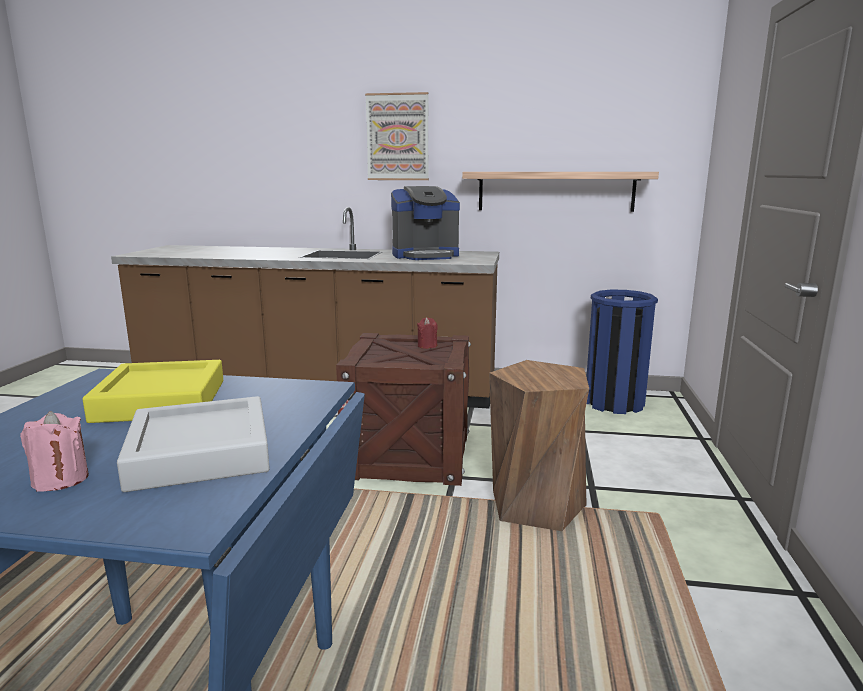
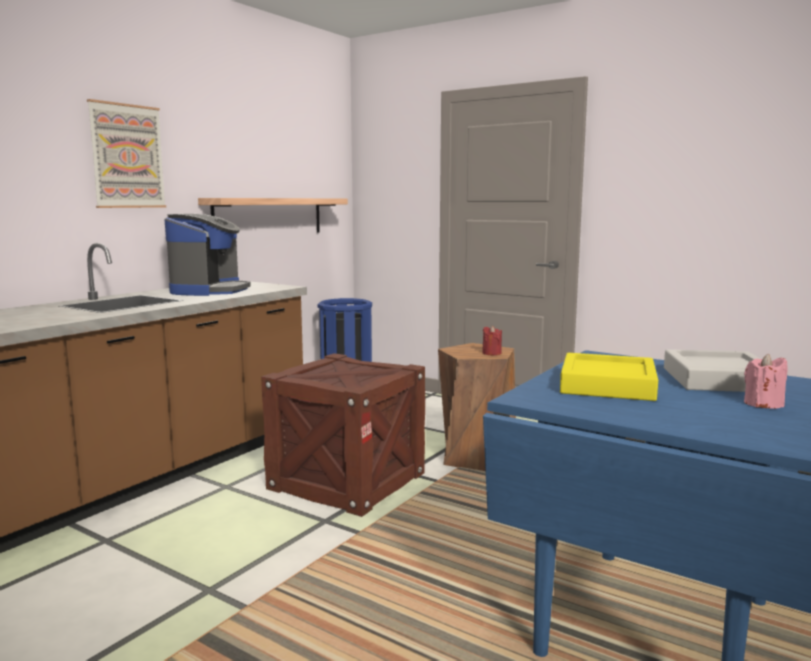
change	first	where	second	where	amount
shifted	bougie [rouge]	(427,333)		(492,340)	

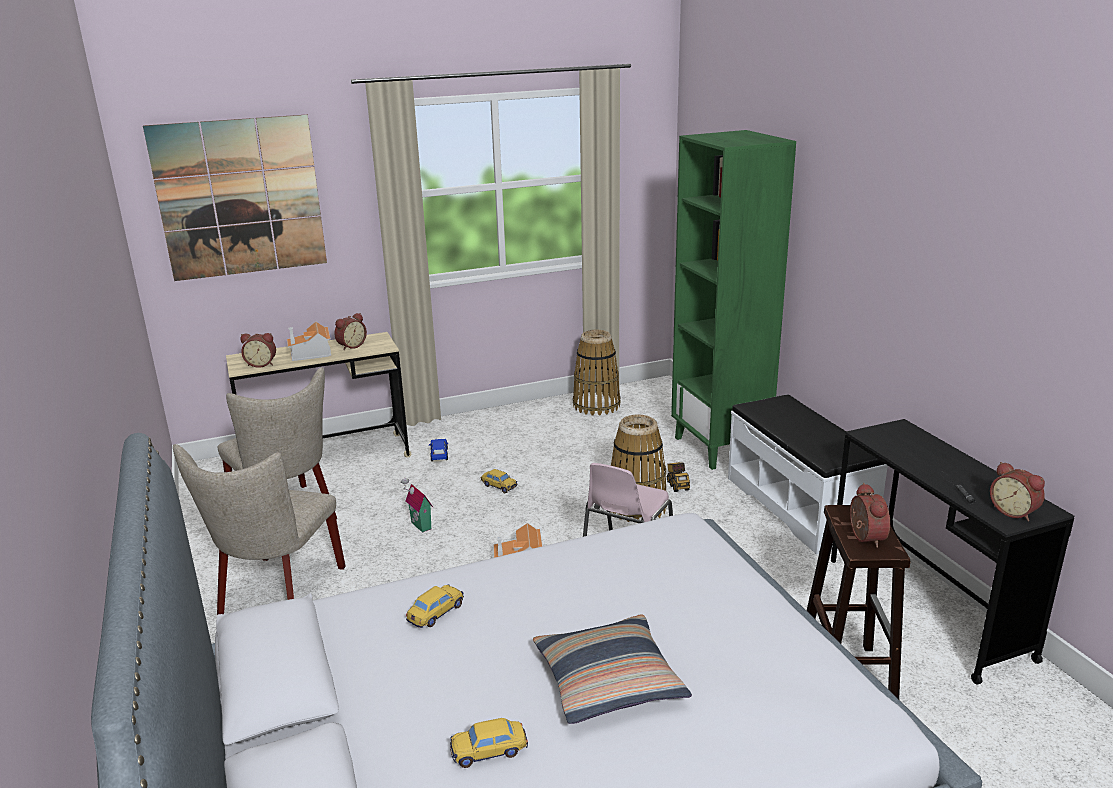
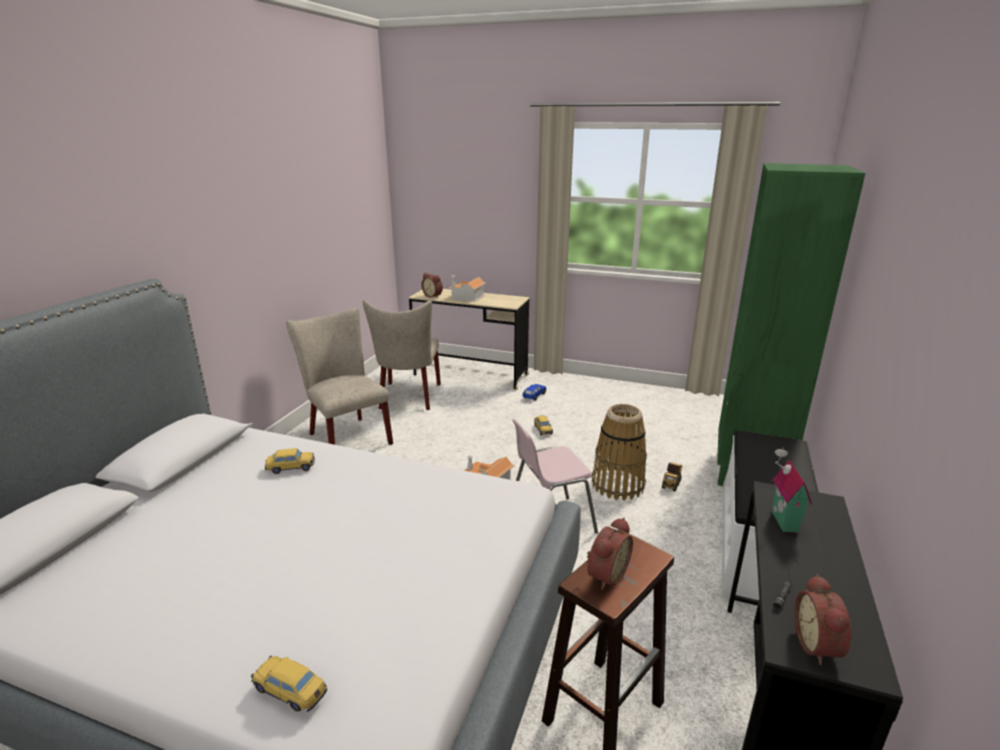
change	first	where	second	where	amount
gone	tableau	(235,197)			
gone	réveil	(350,331)			
gone	coussin	(612,669)			
gone	panier	(596,373)			
shifted	maison miniature	(417,505)		(792,490)	
shifted	petite voiture	(489,743)		(289,684)	
rotated	chaise [beige]	(259,529)		(339,376)	90 degrees clockwise

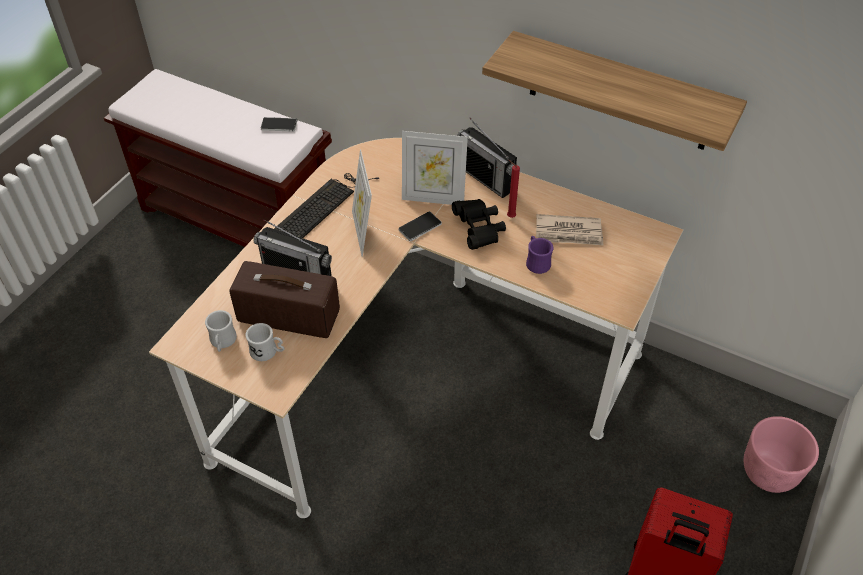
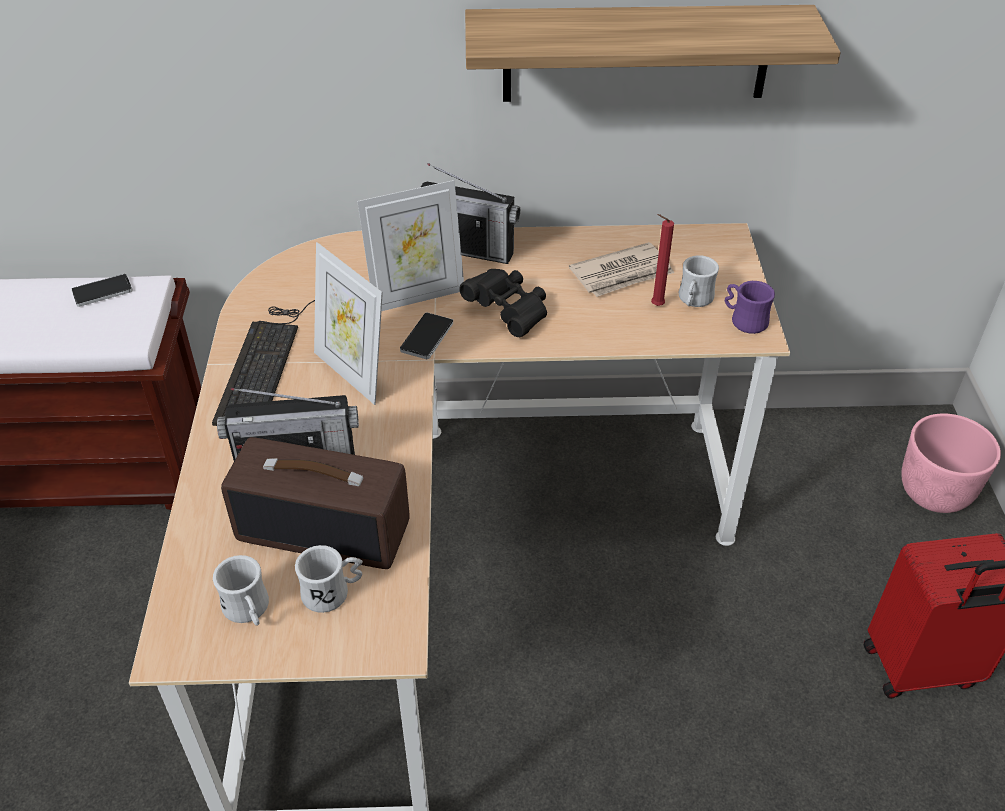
change	first	where	second	where	amount
new			mug [blanc]	(699,281)	
shifted	bougie [rouge]	(513,189)		(662,260)	
shifted	mug [violet]	(539,255)		(750,307)	
rotated	radio	(285,299)		(315,503)	150 degrees counterclockwise

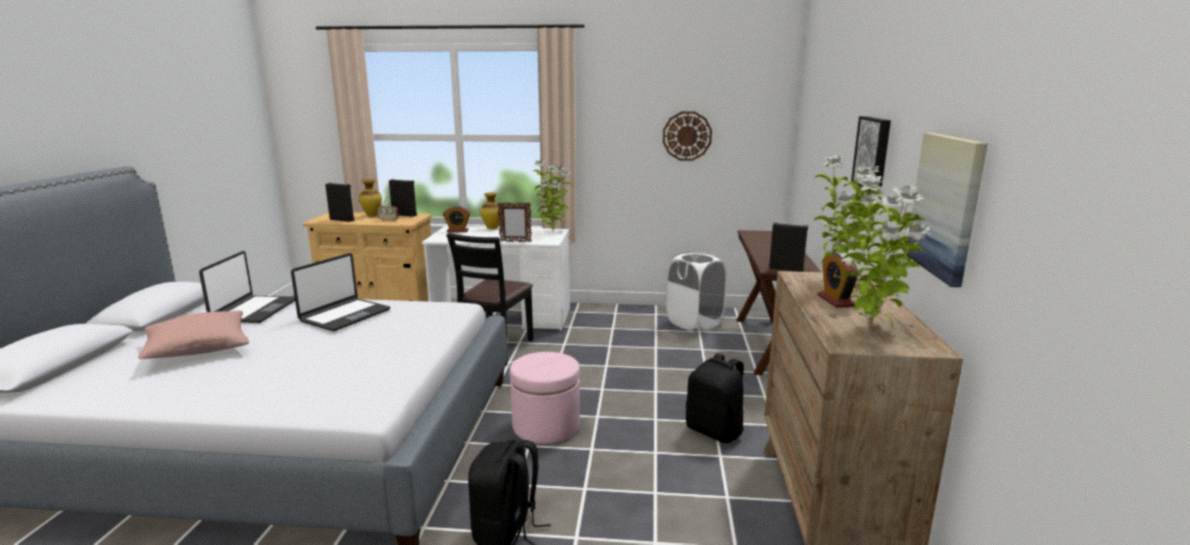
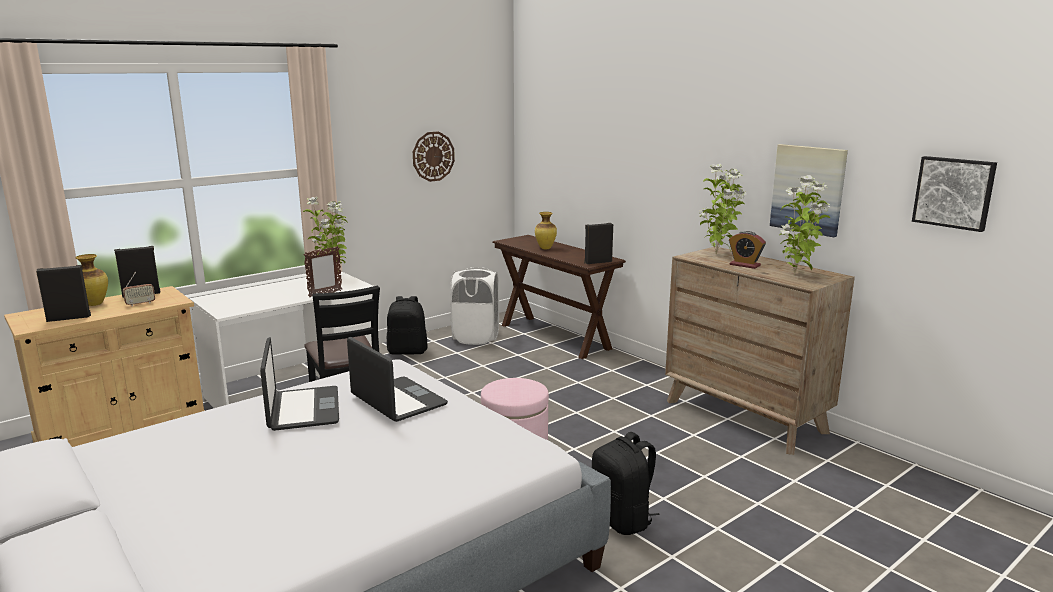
change	first	where	second	where	amount
gone	coussin [rose]	(193,334)			
gone	réveil	(456,219)			
shifted	ordinateur portable	(247,287)		(397,379)	
shifted	vase	(491,211)		(546,230)	
shifted	sac à dos [noir]	(715,398)		(407,325)	
shifted	tableau	(871,155)		(954,194)	

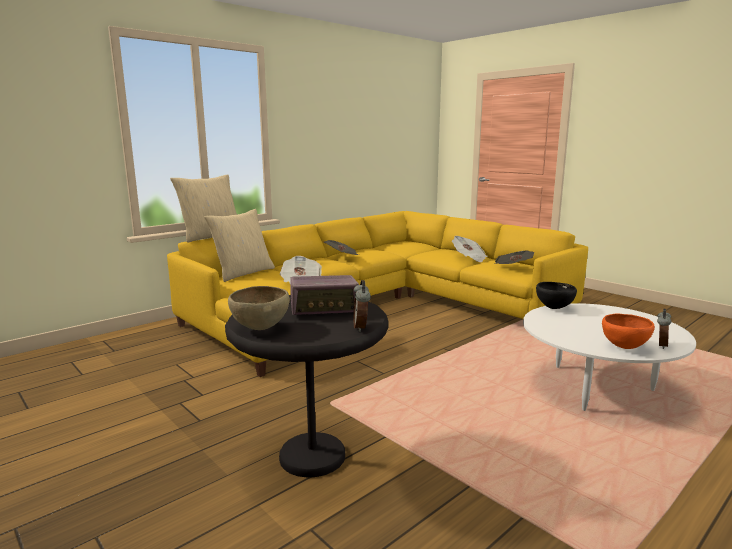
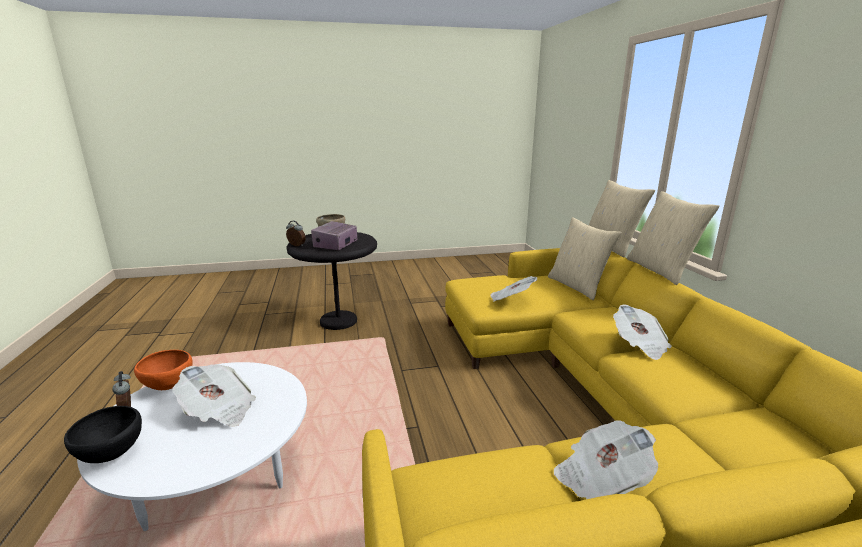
change	first	where	second	where	amount
new			coussin [beige]	(673,238)	
shifted	journal	(514,257)		(214,395)	
shifted	bol [noir]	(556,295)		(103,434)	

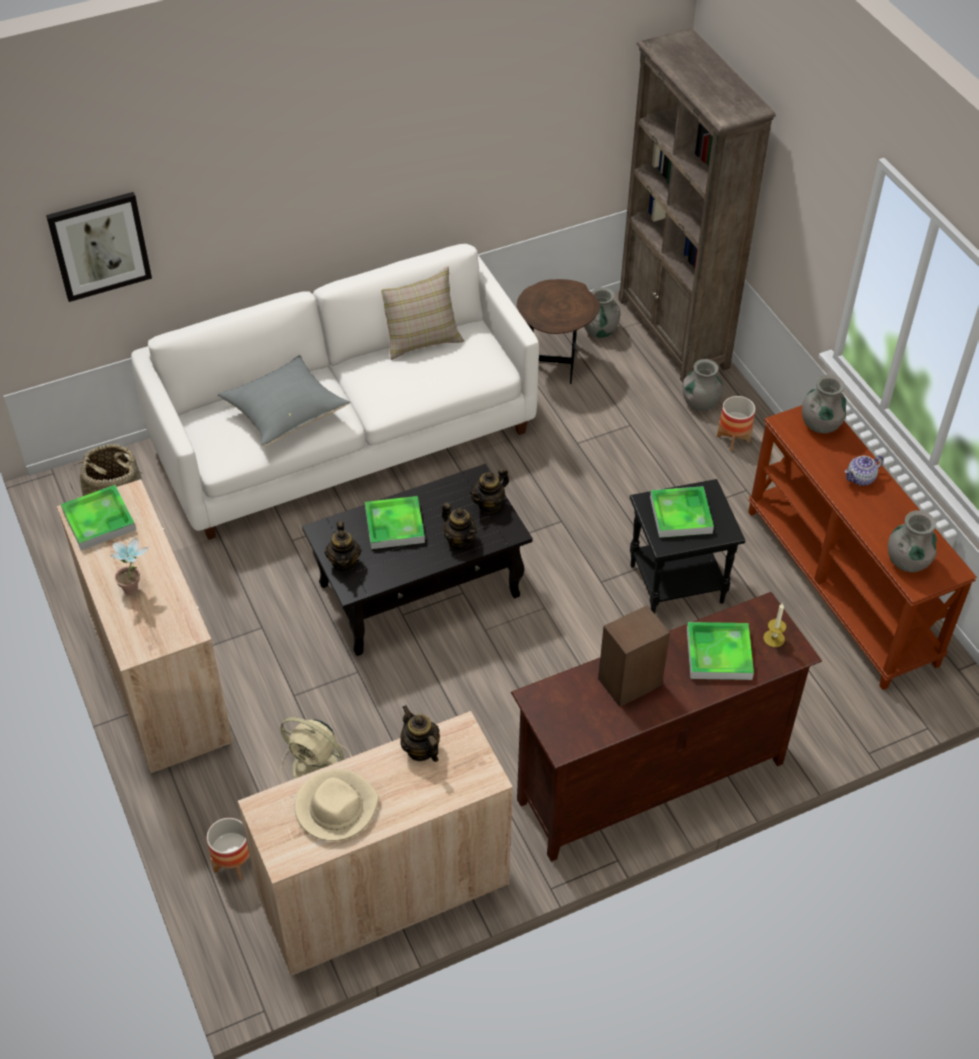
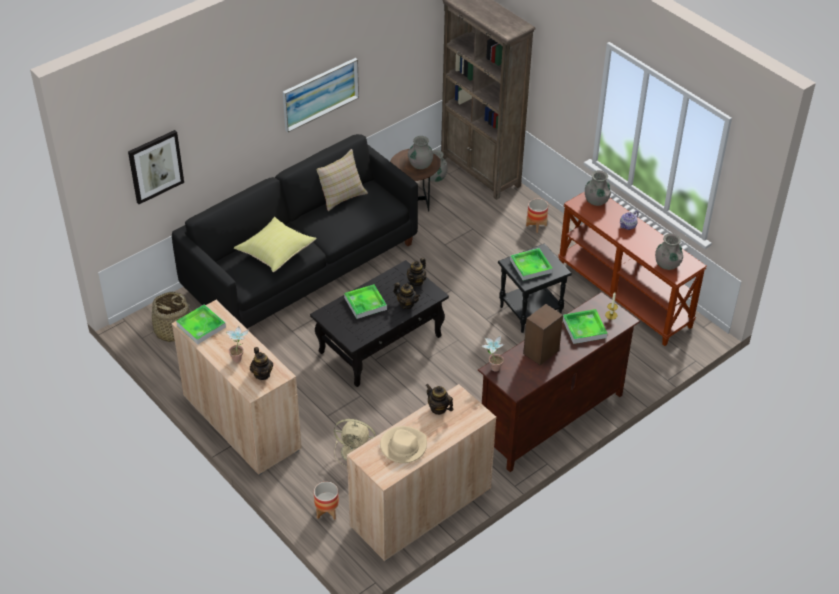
change	first	where	second	where	amount
new			tableau	(321,95)	
new			plante en pot	(492,353)	
shifted	théière	(343,546)		(261,363)	
shifted	vase [gris]	(702,385)		(420,152)	
repainted	canapé [blanc]	(335,392)	canapé [noir]	(295,231)	
repainted	coussin [gris]	(284,400)	coussin [jaune]	(275,244)	

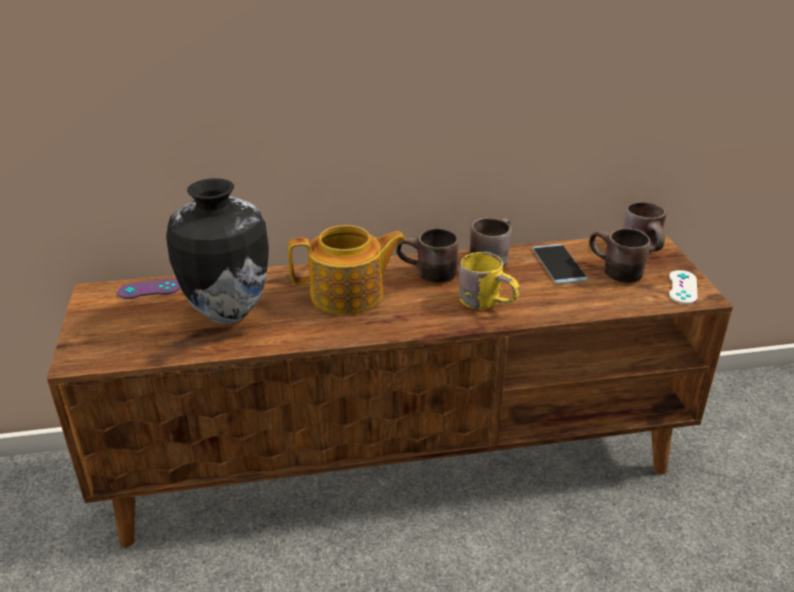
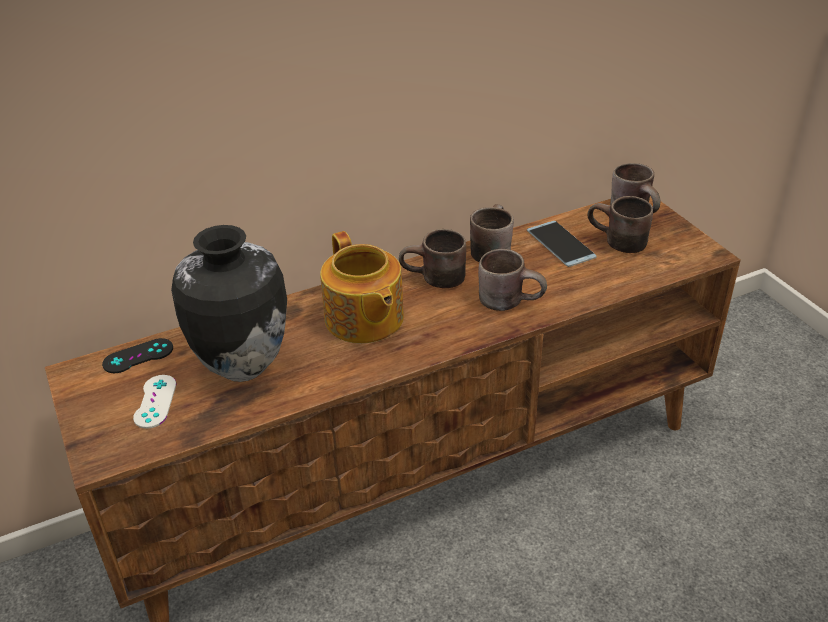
change	first	where	second	where	amount
shifted	manette [blanc]	(683,287)		(154,402)	
repainted	manette [violet]	(148,289)	manette [noir]	(137,355)	
repainted	mug [jaune]	(489,280)	mug [marron]	(512,280)	
rotated	théière	(347,270)		(362,287)	90 degrees clockwise

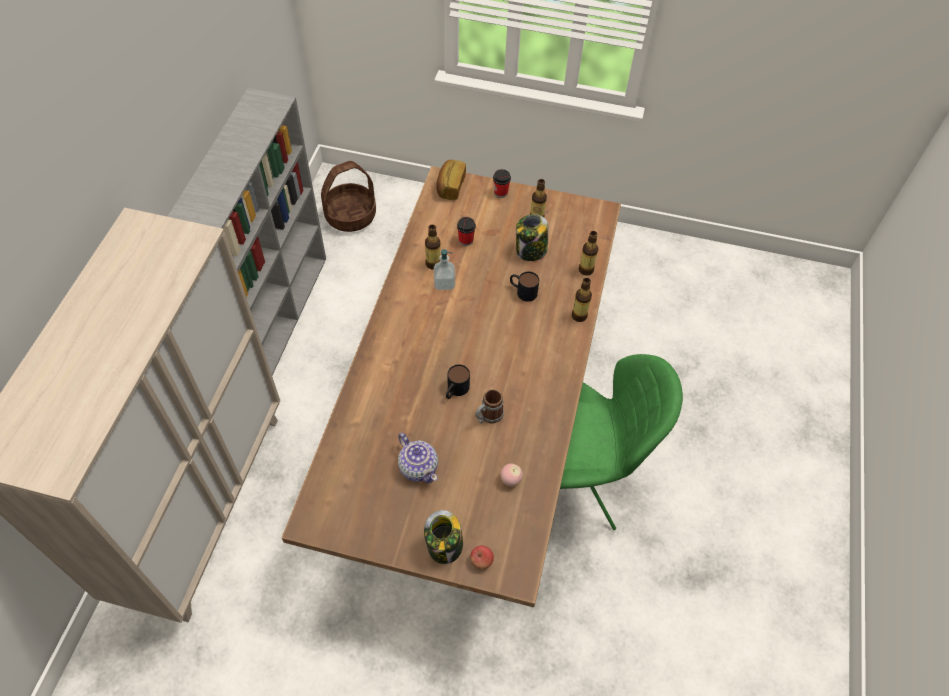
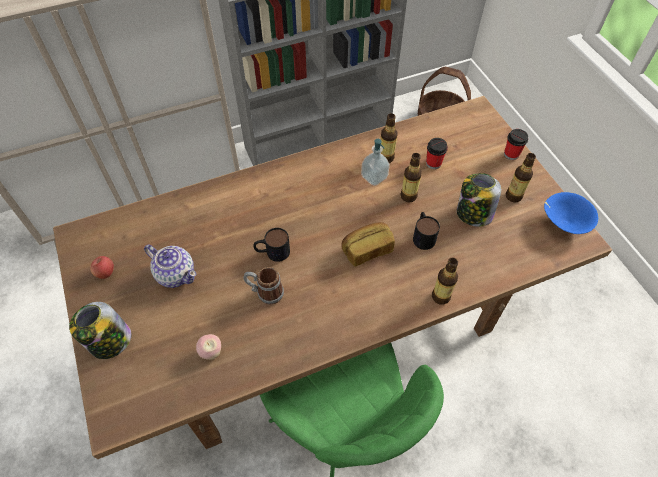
change	first	where	second	where	amount
new			bol [bleu]	(571,213)	
shifted	pain	(451,180)		(368,244)	
shifted	pomme	(482,557)		(102,267)	
shifted	bouteille	(588,253)		(411,177)	
rotated	théière	(418,458)		(170,266)	75 degrees counterclockwise

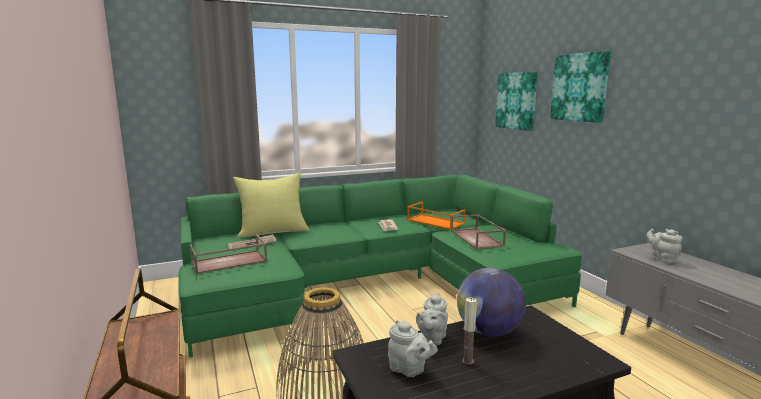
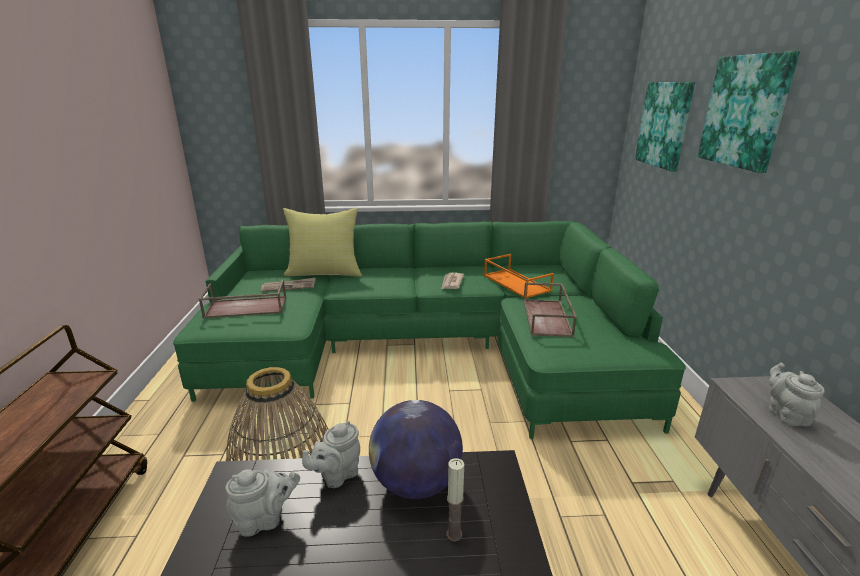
change	first	where	second	where	amount
shifted	bougie	(469,331)		(455,500)	
rotated	théière [gris]	(413,348)		(262,503)	75 degrees counterclockwise

